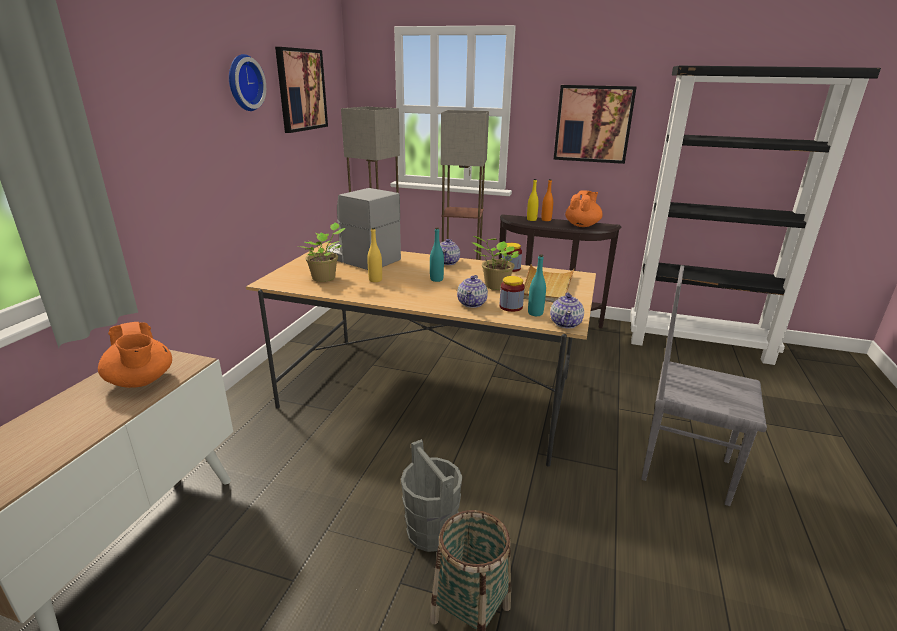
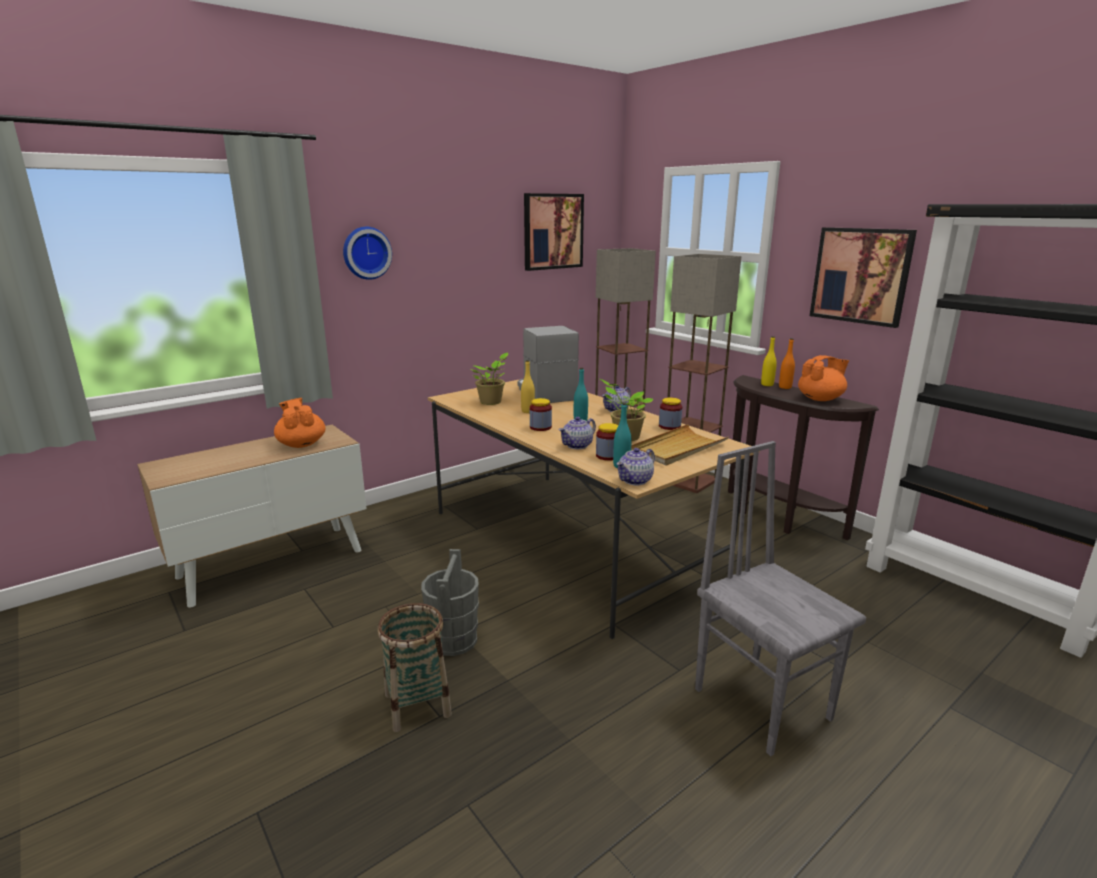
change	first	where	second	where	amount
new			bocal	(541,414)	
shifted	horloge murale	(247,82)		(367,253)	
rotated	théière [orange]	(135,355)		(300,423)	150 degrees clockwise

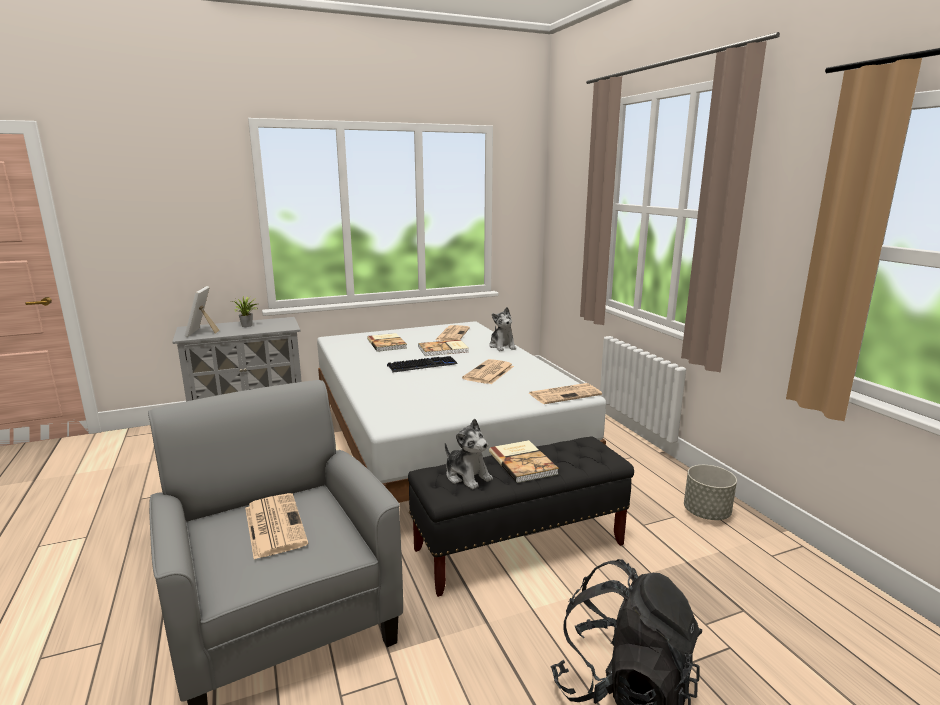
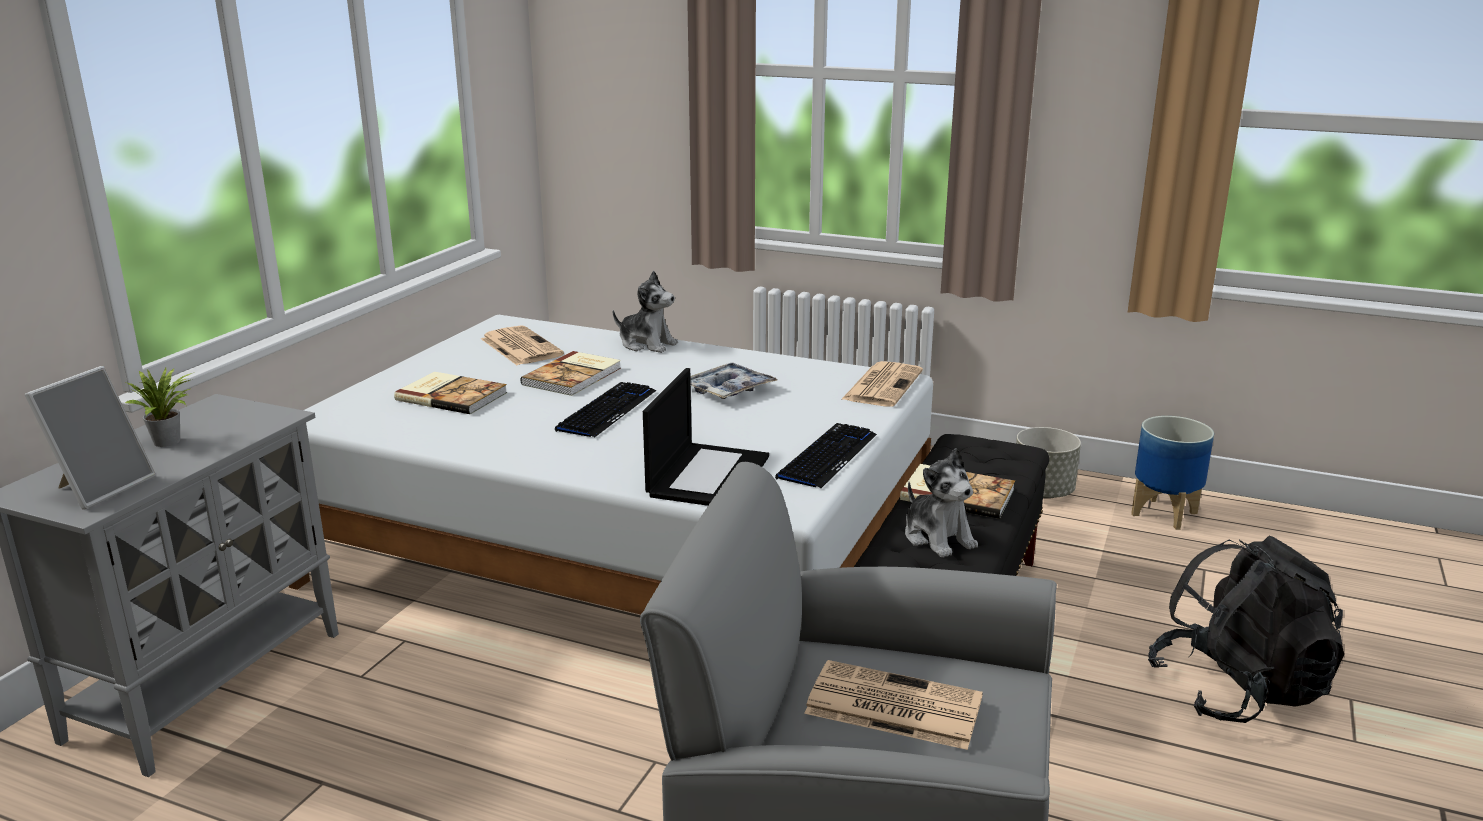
change	first	where	second	where	amount
new			ordinateur portable	(706,437)	
new			clavier	(826,455)	
new			cache-pot	(1172,473)	
swapped	journal	(488,371)	plateau	(733,381)	
rotated	cadre photo	(202,311)		(90,438)	105 degrees counterclockwise
rotated	peluche	(469,454)		(941,503)	60 degrees clockwise

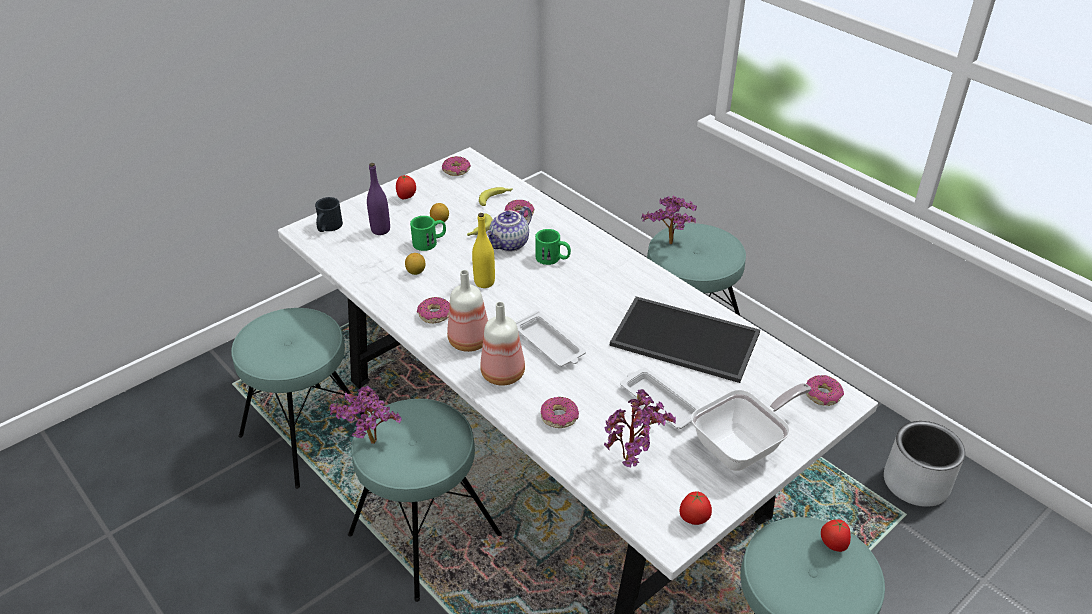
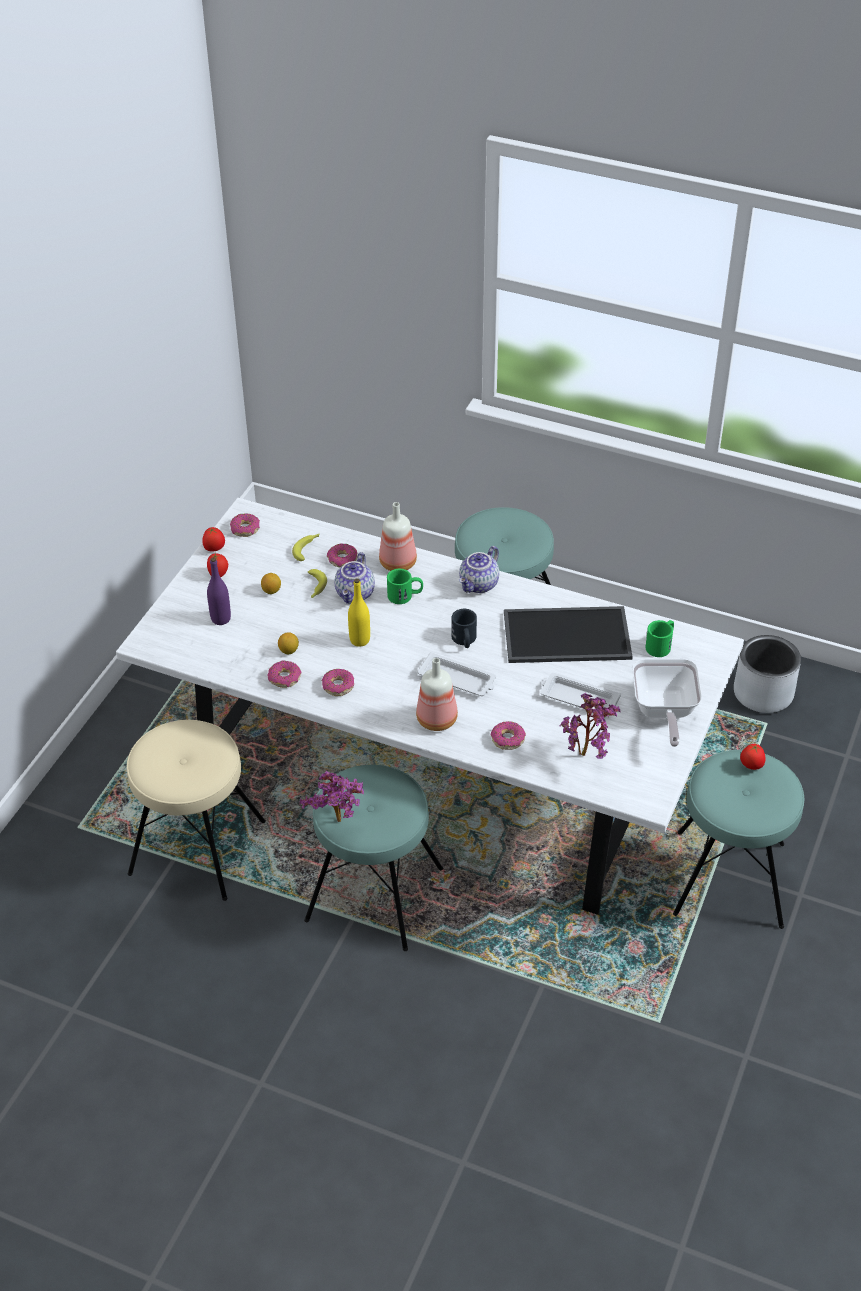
change	first	where	second	where	amount
gone	plante en pot	(669,220)			
new			théière	(479,569)	
shifted	mug [noir]	(329,214)		(464,628)	
shifted	mug [vert]	(428,233)		(659,638)	
shifted	bouteille	(467,311)		(398,536)	
shifted	tomate	(696,508)		(213,539)	
shifted	beignet	(825,390)		(285,674)	
repainted	tabouret [turquoise]	(297,398)	tabouret [beige]	(196,810)	
rotated	poêle	(751,427)		(667,703)	150 degrees clockwise

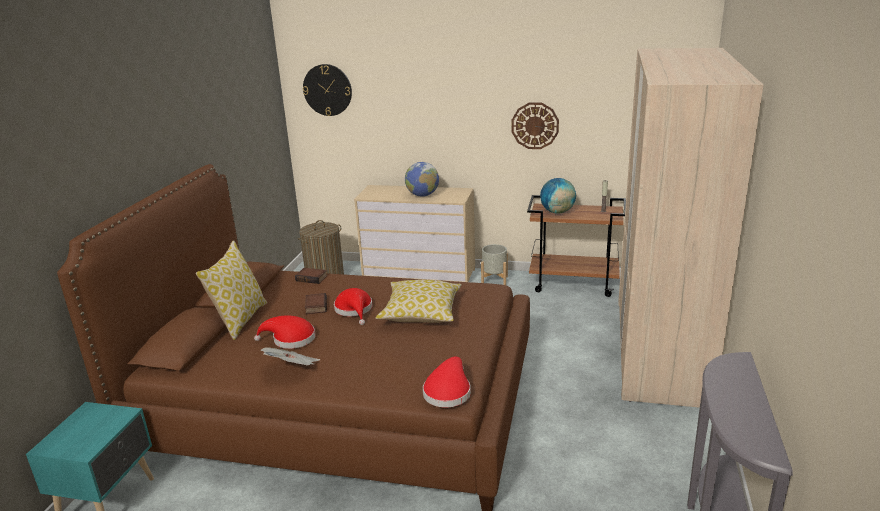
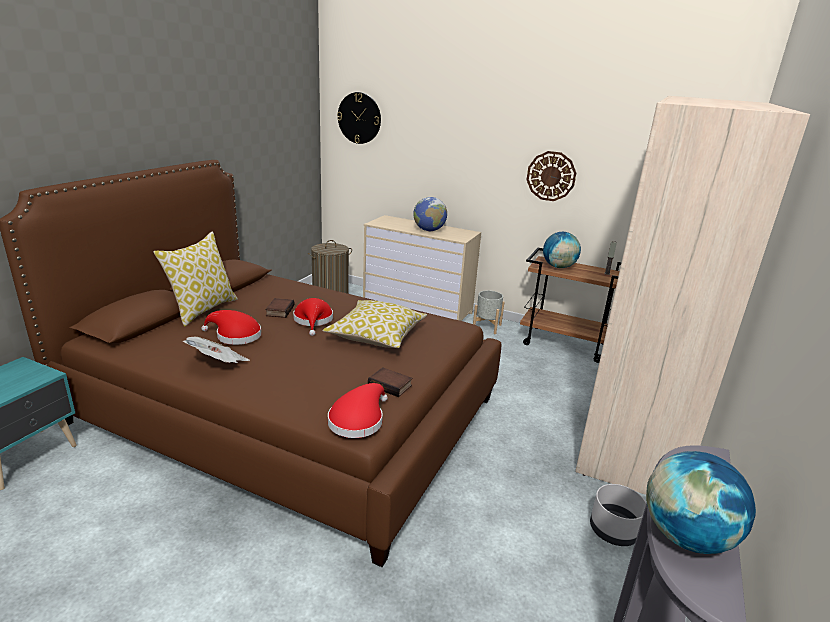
change	first	where	second	where	amount
new			cache-pot [gris]	(618,515)	
new			globe	(701,502)	
shifted	livre	(311,276)		(390,382)	

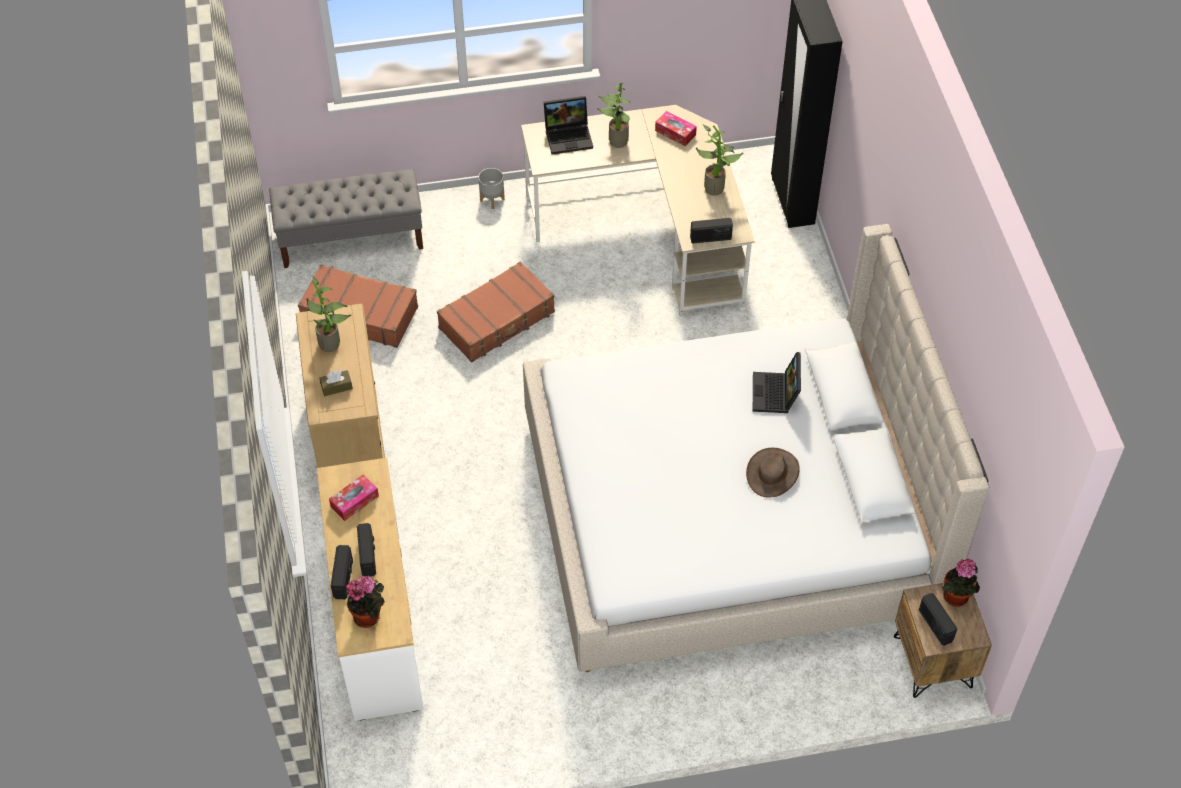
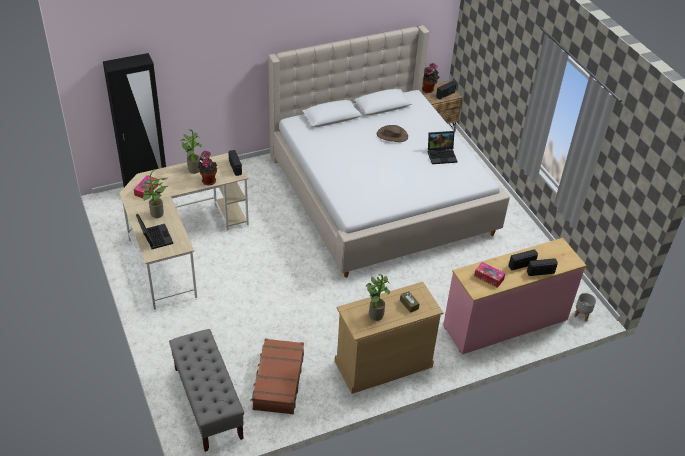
change	first	where	second	where	amount
gone	valise [marron]	(496,311)			
shifted	plante en pot	(365,602)		(207,168)	
shifted	cache-pot [gris]	(492,188)		(585,307)	
shifted	ordinateur portable	(777,382)		(442,147)	
repainted	commode [blanc]	(370,589)	commode [rose]	(515,296)	

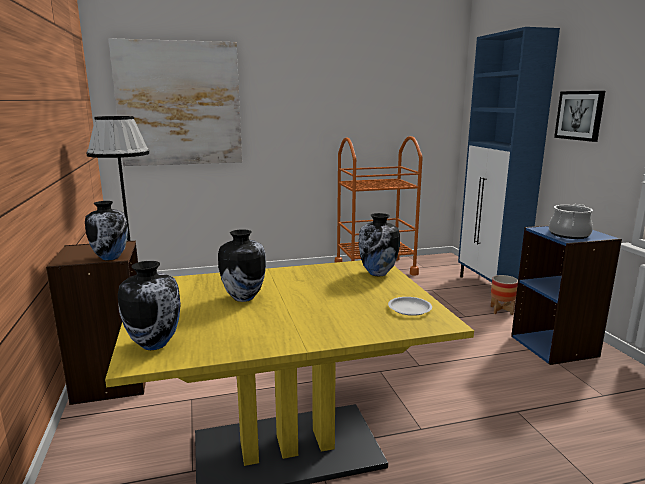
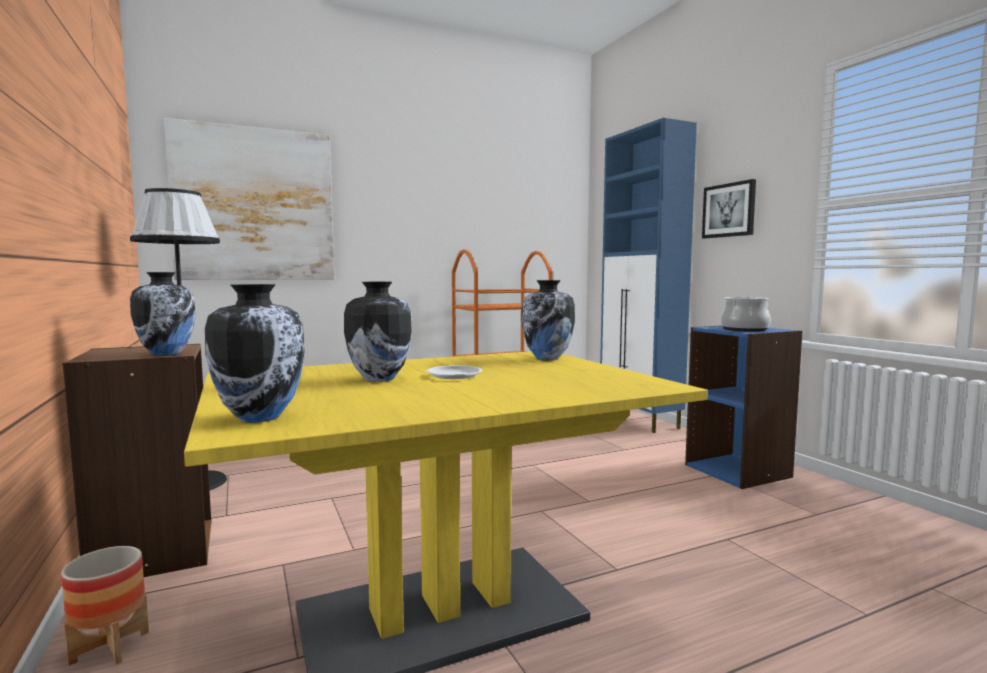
change	first	where	second	where	amount
shifted	assiette [blanc]	(410,306)		(454,372)	
shifted	cache-pot	(504,295)		(105,606)	

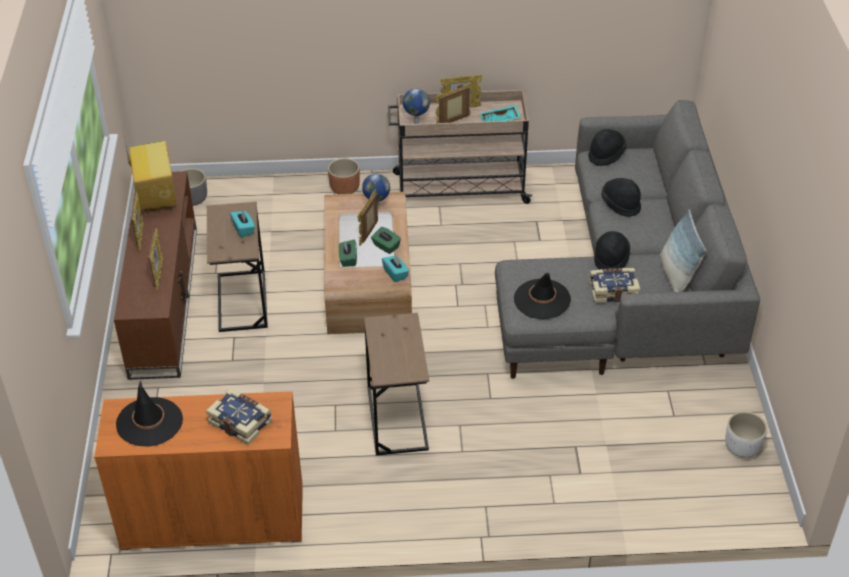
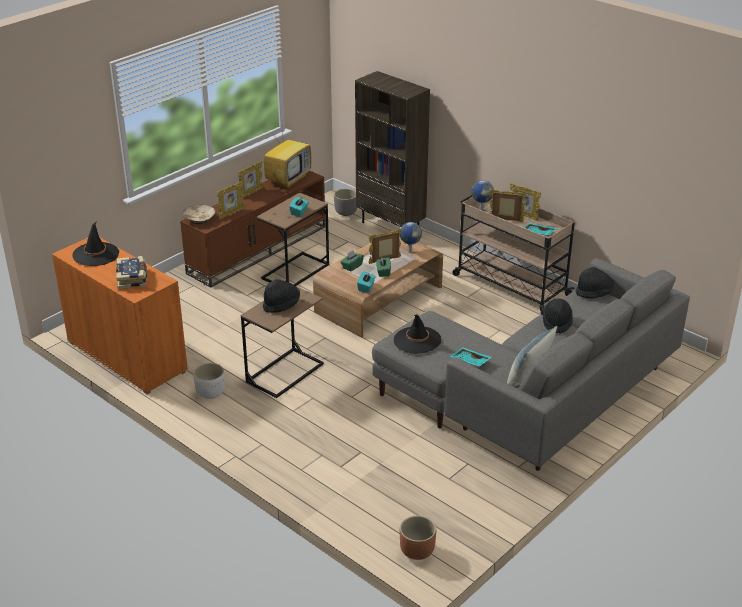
change	first	where	second	where	amount
new			bol [beige]	(199,214)	
new			bibliothèque [marron]	(392,149)	
shifted	cache-pot [marron]	(344,176)		(418,538)	
shifted	chapeau [noir]	(612,250)		(281,296)	
shifted	cache-pot [blanc]	(746,434)		(209,381)	
swapped	livre	(615,285)	plateau [turquoise]	(471,357)	

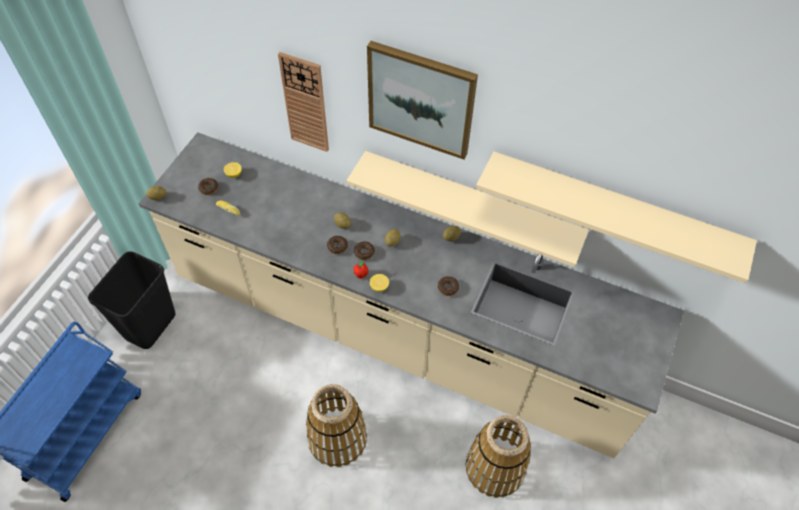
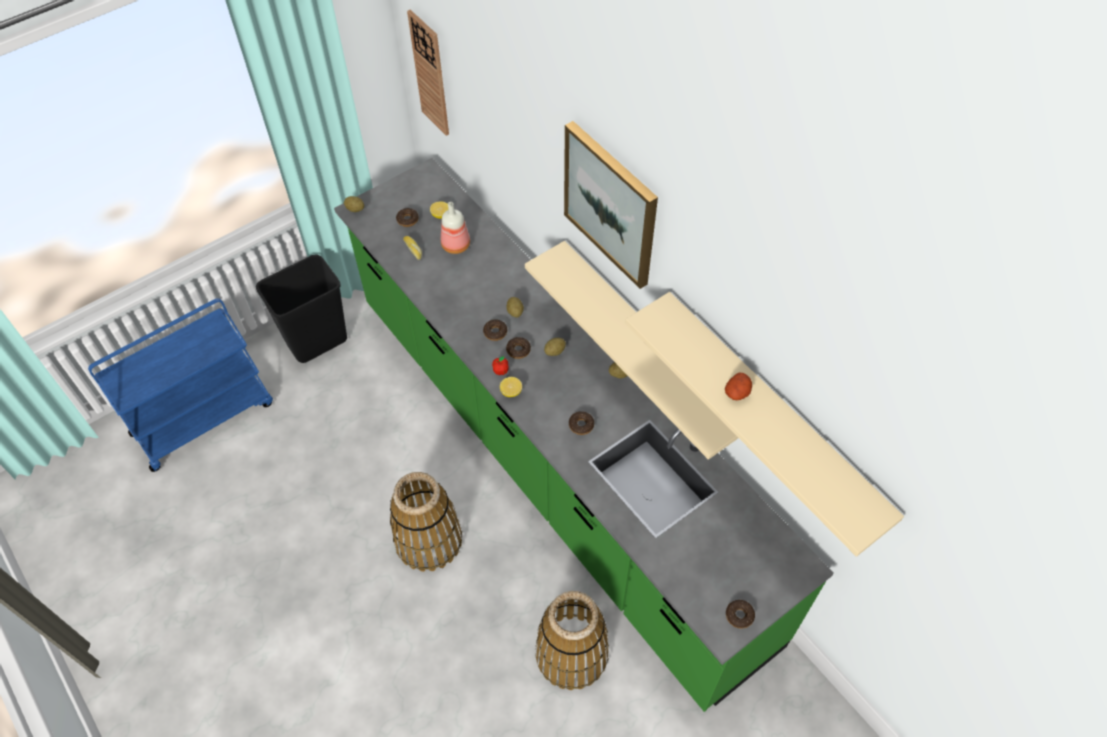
change	first	where	second	where	amount
new			bouteille	(455,228)	
new			pomme de terre	(738,386)	
new			beignet	(740,614)	
shifted	horloge murale	(303,102)		(428,73)	
repainted	comptoir de cuisine [beige]	(411,295)	comptoir de cuisine [vert]	(584,435)	

